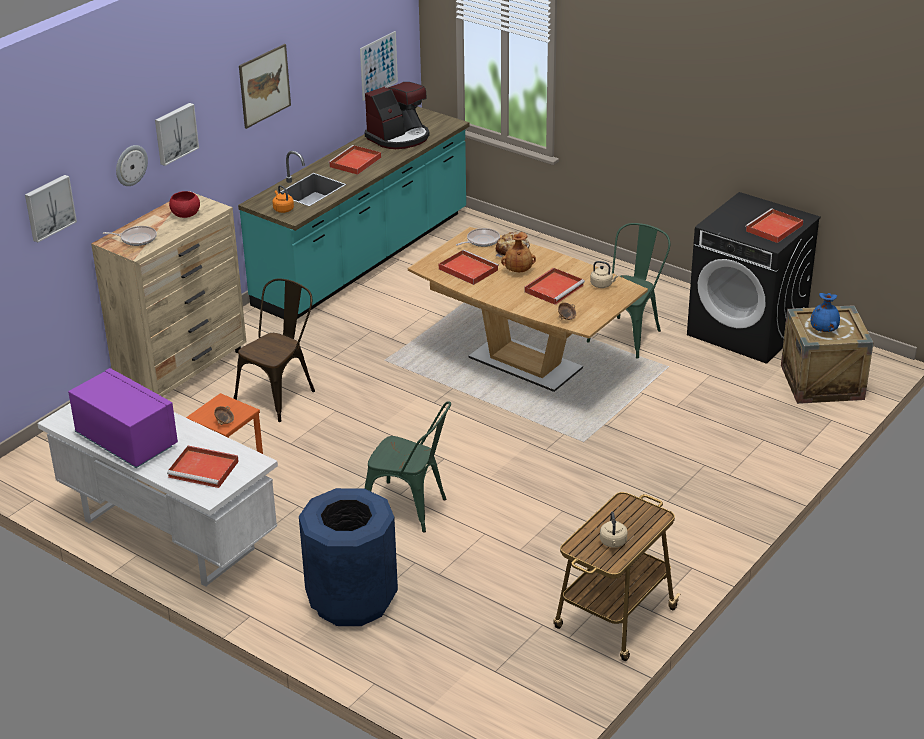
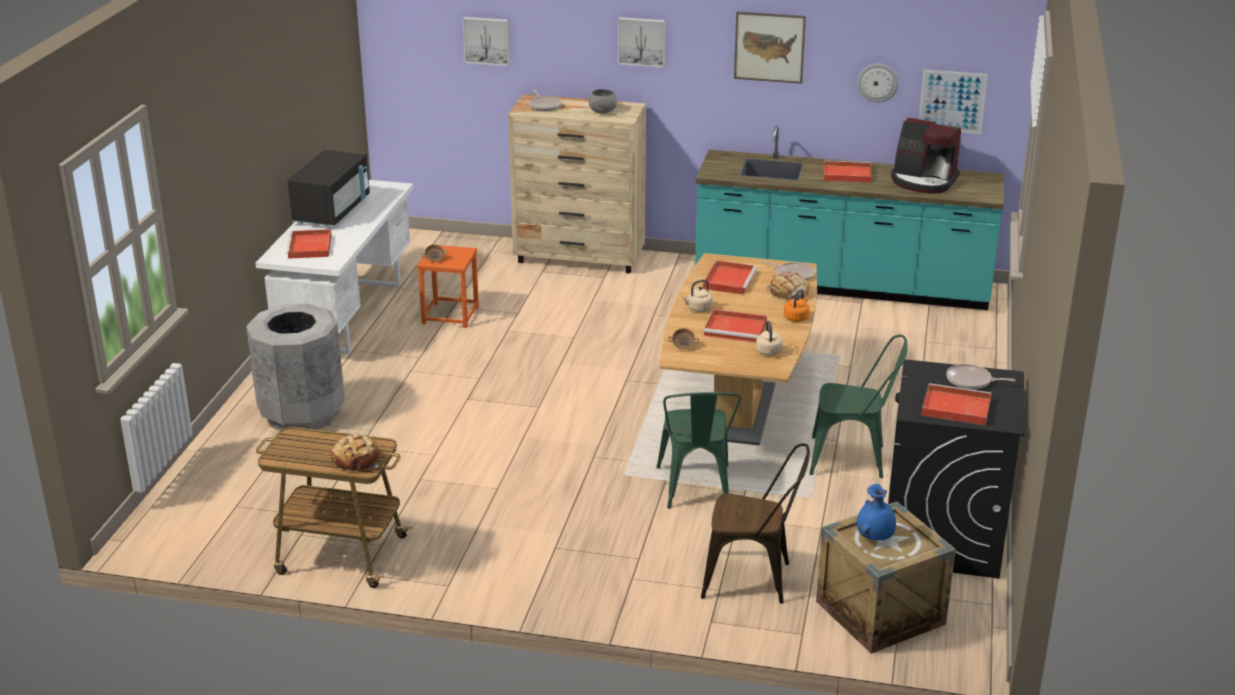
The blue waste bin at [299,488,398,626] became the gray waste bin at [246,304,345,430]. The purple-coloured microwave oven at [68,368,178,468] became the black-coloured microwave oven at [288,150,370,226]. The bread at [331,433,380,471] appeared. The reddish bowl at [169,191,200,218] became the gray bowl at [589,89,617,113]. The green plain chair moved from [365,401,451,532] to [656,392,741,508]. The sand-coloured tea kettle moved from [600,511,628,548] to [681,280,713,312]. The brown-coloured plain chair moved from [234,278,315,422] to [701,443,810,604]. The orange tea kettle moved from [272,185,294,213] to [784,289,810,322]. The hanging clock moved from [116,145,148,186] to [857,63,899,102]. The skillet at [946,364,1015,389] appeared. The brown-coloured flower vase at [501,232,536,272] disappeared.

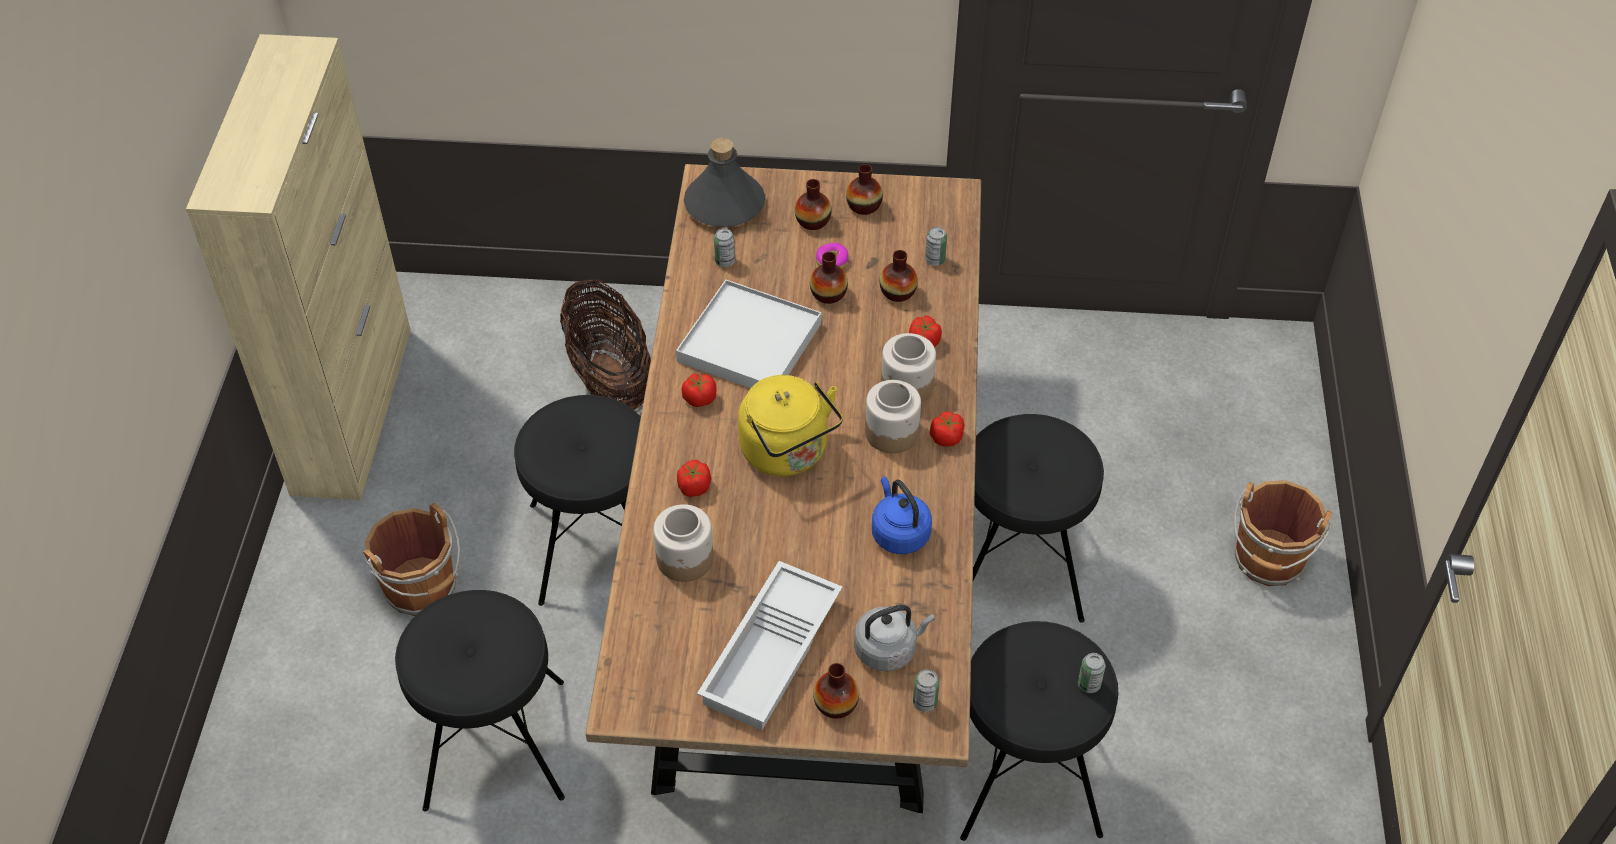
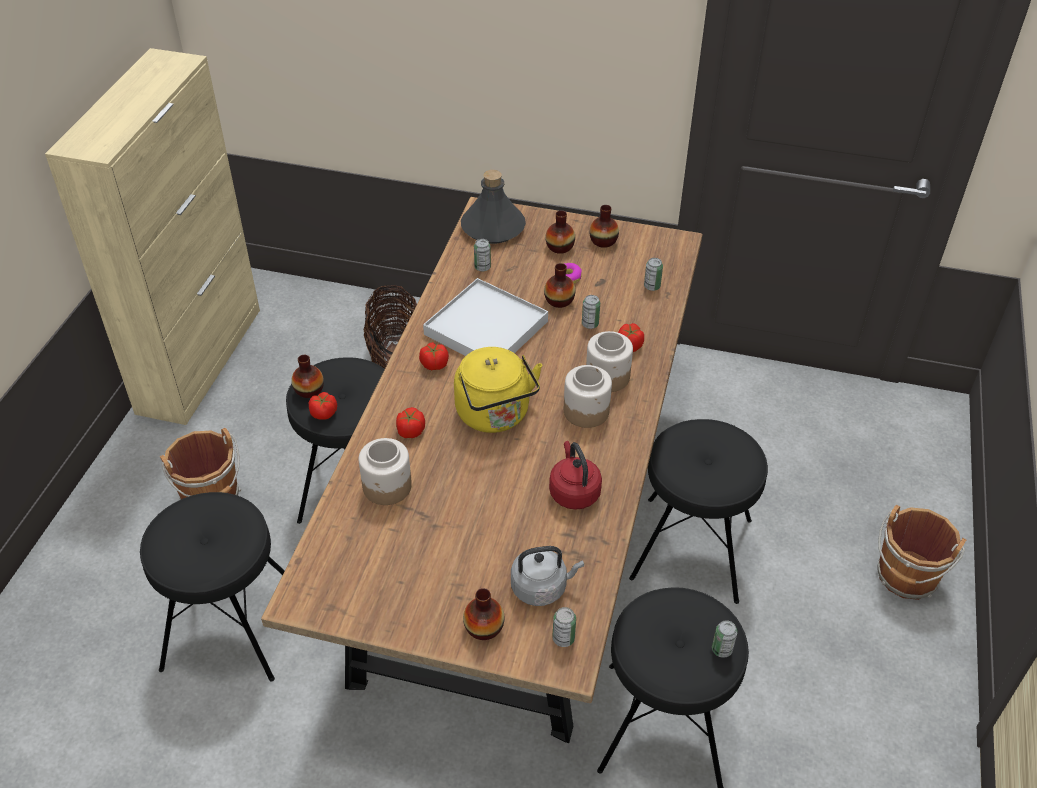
The flower vase moved from [880,250,918,302] to [291,355,324,398]. The tomato moved from [930,411,964,447] to [309,392,337,420]. The blue tea kettle at [872,476,932,554] became the reddish tea kettle at [549,441,602,510]. The can at [582,295,600,329] appeared. The white carrying tray at [697,561,843,730] disappeared.

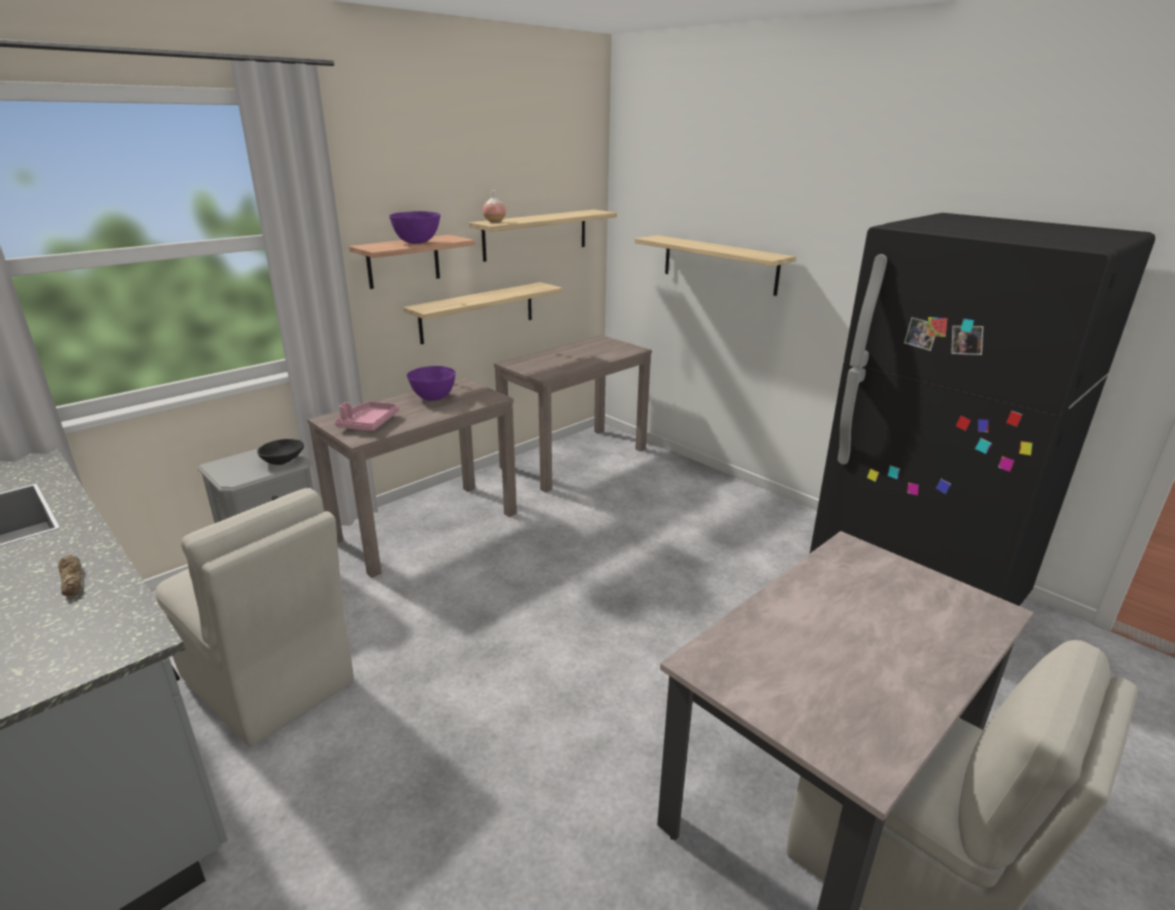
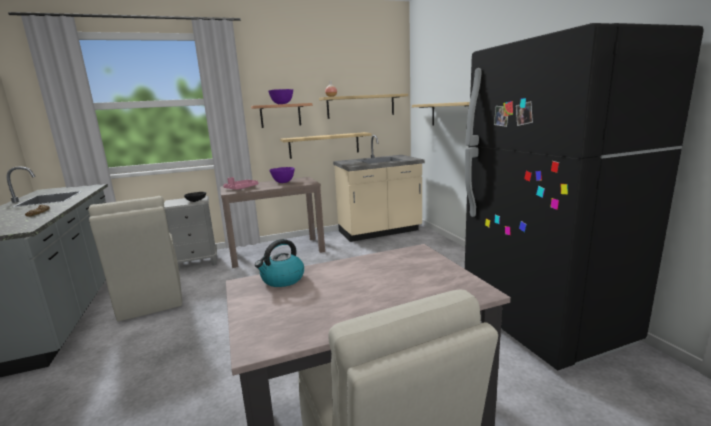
The tea kettle at [255,239,304,287] appeared. The brown-coloured console table at [494,335,652,493] was replaced by the sand-coloured kitchen counter at [333,135,425,242].

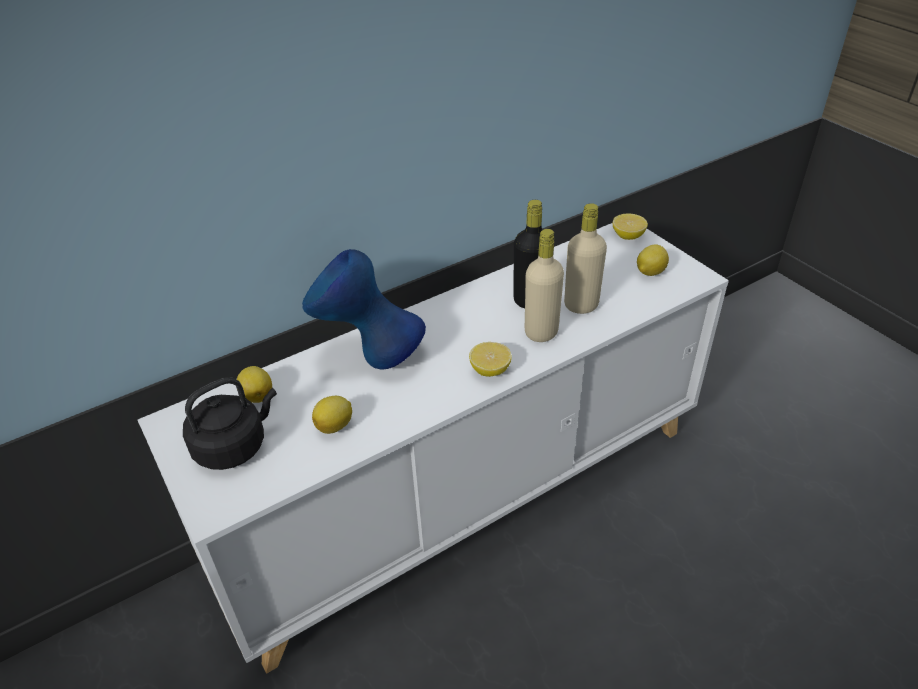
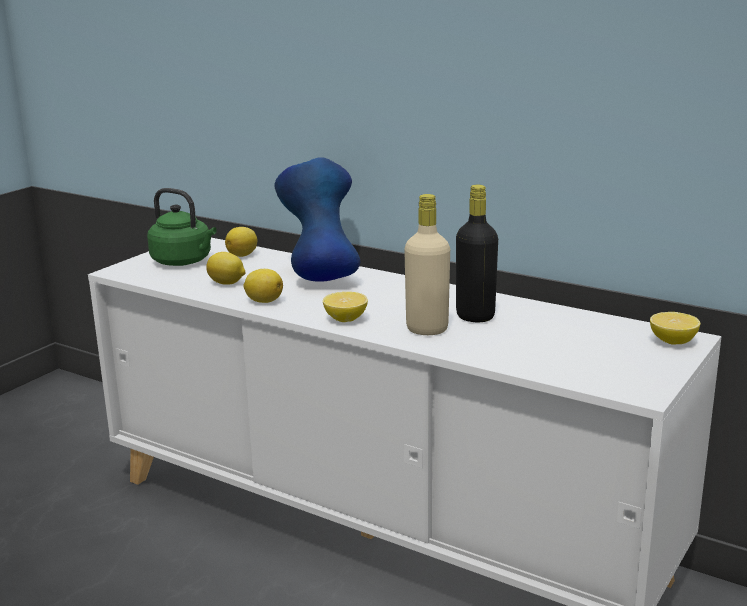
The black-coloured tea kettle at [183,377,277,470] became the green tea kettle at [147,188,216,266]. The lemon moved from [637,244,669,276] to [243,269,283,303]. The sand-coloured bottle at [564,203,607,314] disappeared.

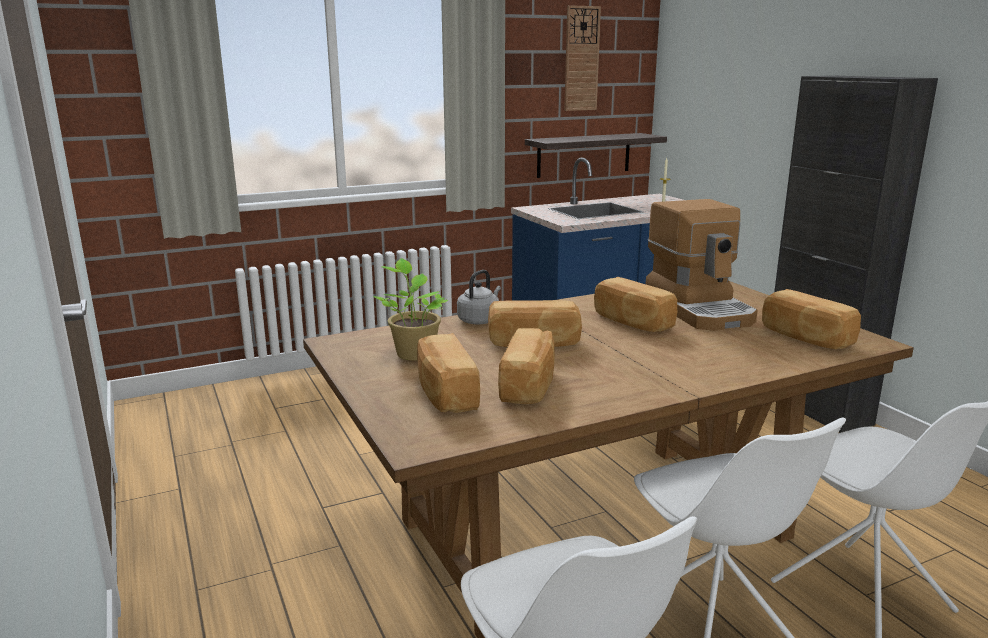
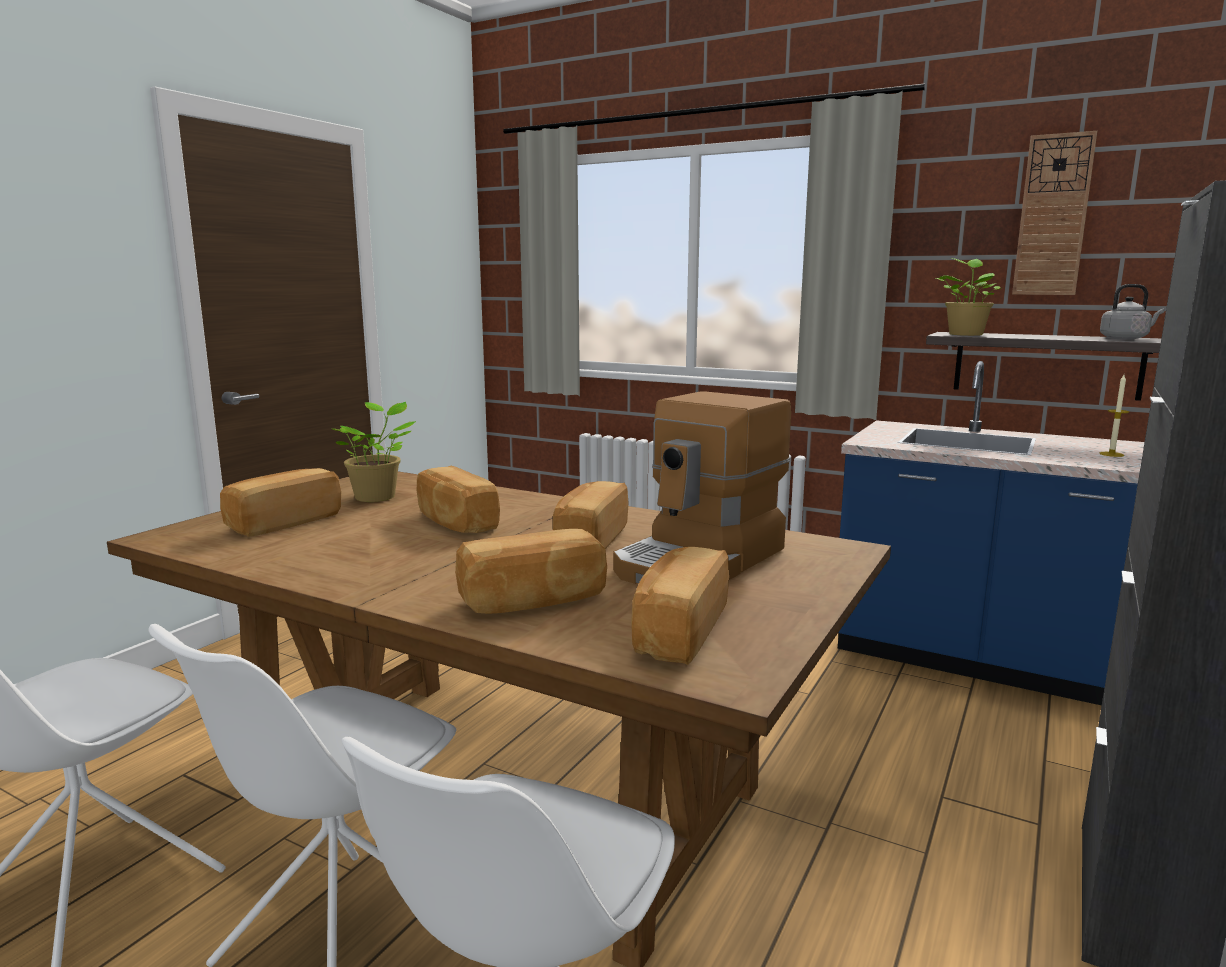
The bread moved from [498,328,555,404] to [455,529,607,614]. The houseplant at [936,258,1001,336] appeared. The gray tea kettle moved from [457,270,501,324] to [1100,284,1165,340].

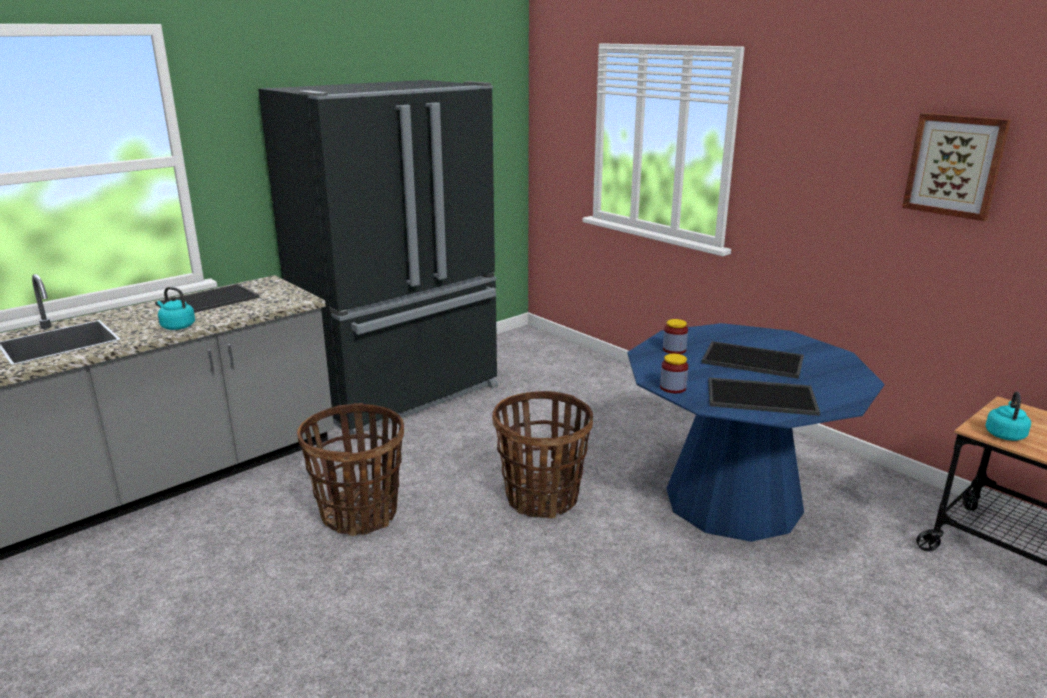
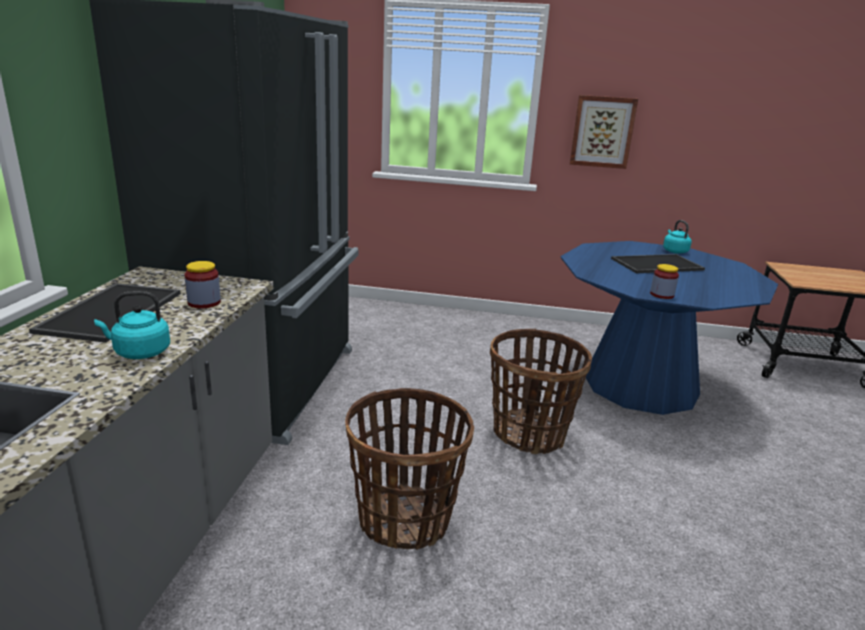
The preserve jar moved from [663,319,688,354] to [184,261,221,308]. The picture moved from [902,113,1011,221] to [570,95,638,169]. The blue-green tea kettle moved from [985,392,1031,441] to [663,220,692,254]. The carrying tray at [708,377,820,416] disappeared.

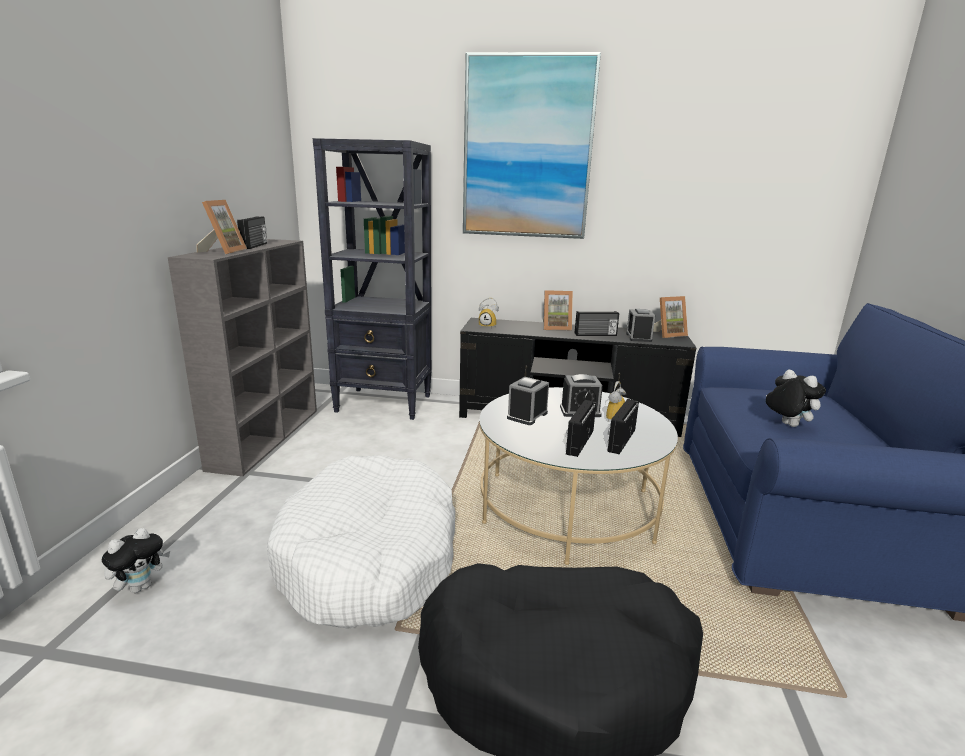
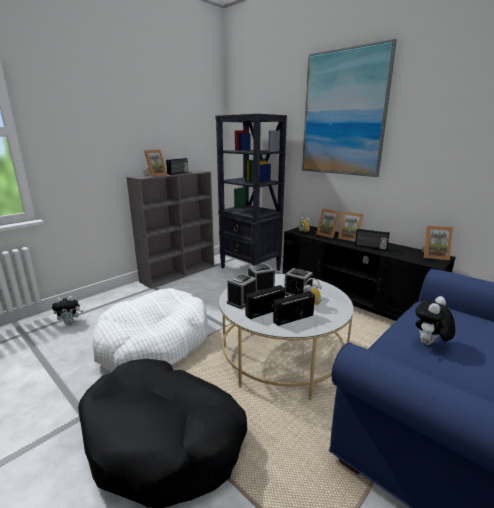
The bedside clock moved from [626,309,655,342] to [227,273,257,309]. The standing frame at [316,209,340,238] appeared. The cuddly toy at [766,369,826,427] turned 135 degrees counterclockwise.

